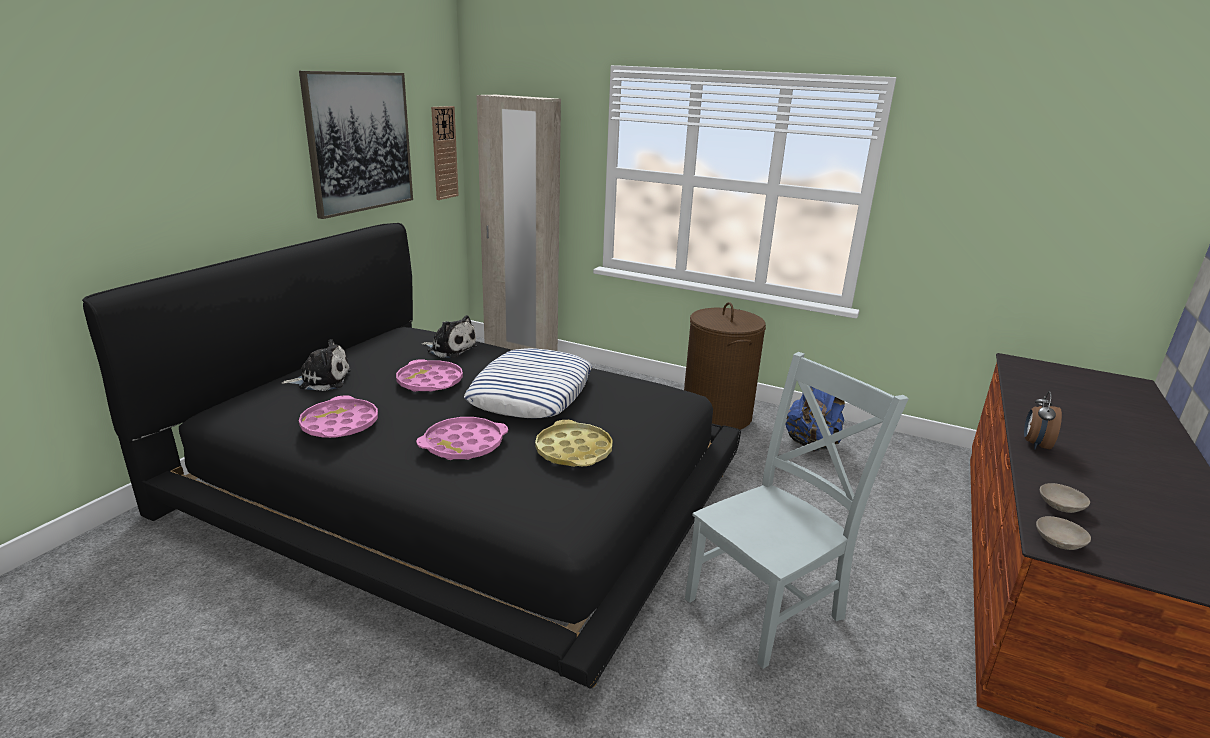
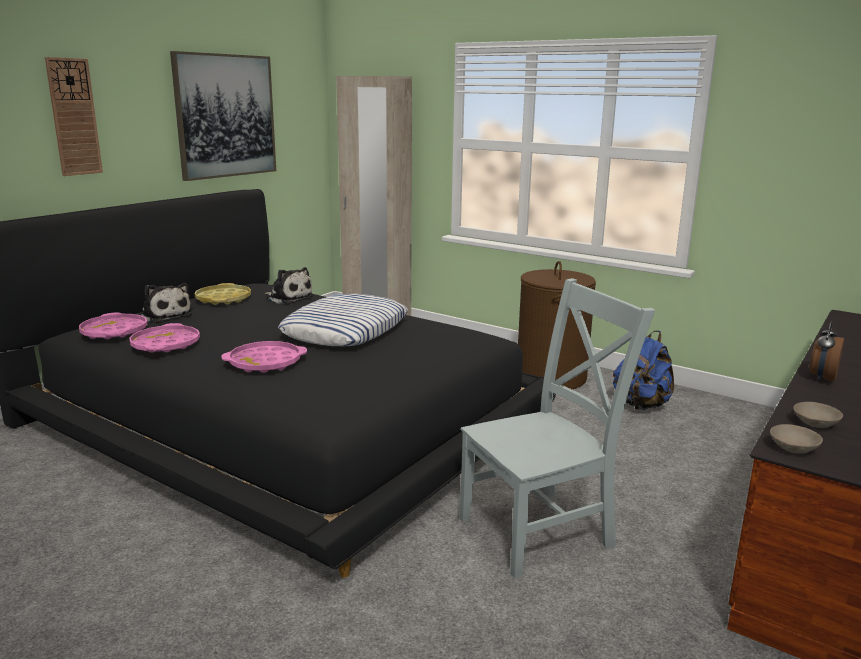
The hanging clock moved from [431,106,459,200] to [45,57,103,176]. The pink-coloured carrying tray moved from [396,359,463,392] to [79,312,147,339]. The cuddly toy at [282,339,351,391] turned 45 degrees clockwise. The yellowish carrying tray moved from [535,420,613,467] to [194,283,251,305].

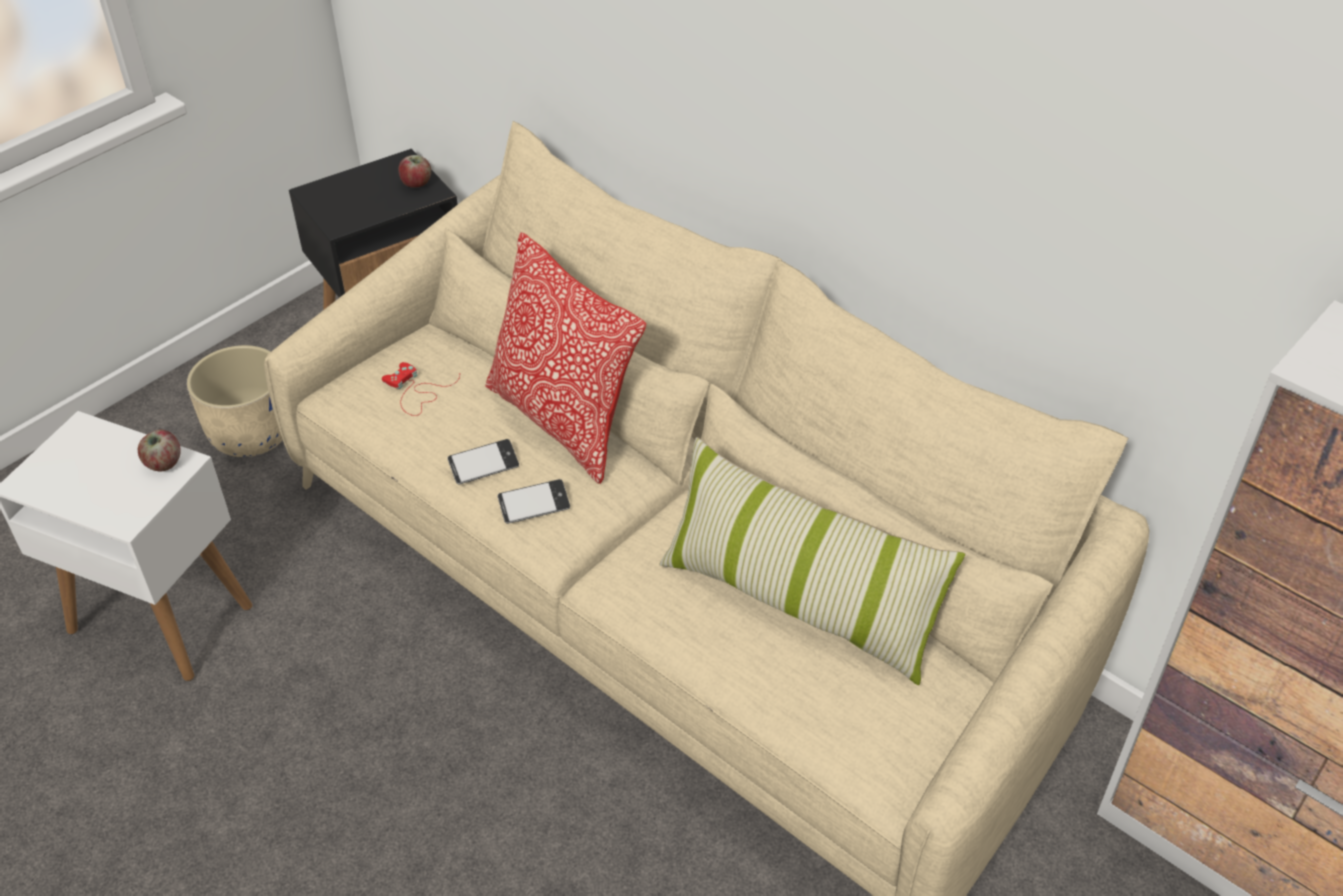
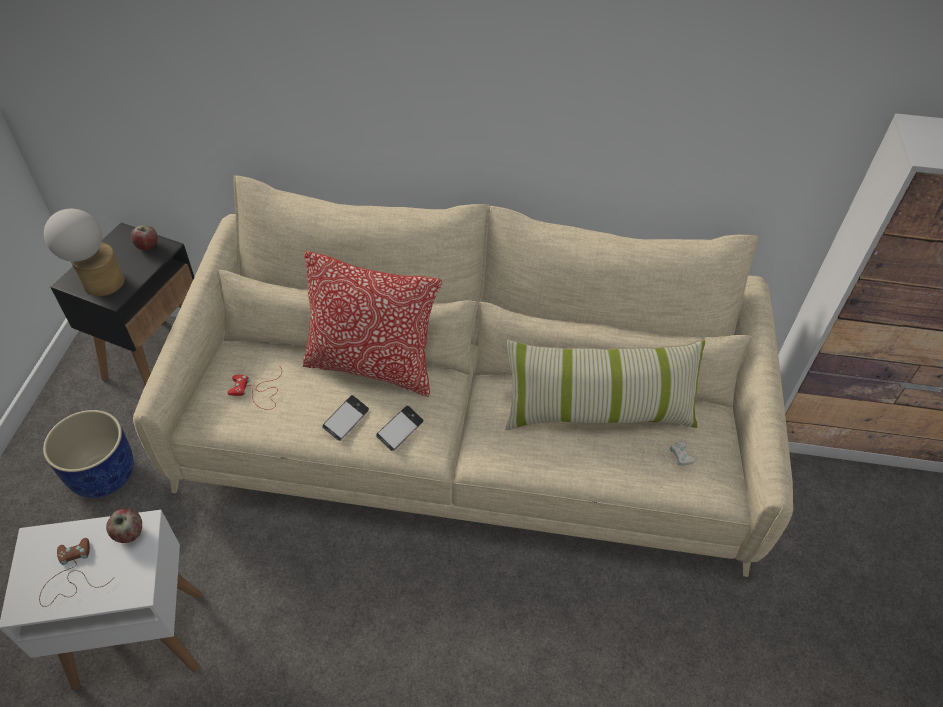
The brown-coloured gamepad at [39,538,114,607] appeared. The sand-coloured plant pot at [187,345,283,457] became the blue plant pot at [43,410,134,498]. The table lamp at [44,209,124,296] appeared. The white gamepad at [632,438,696,487] appeared.

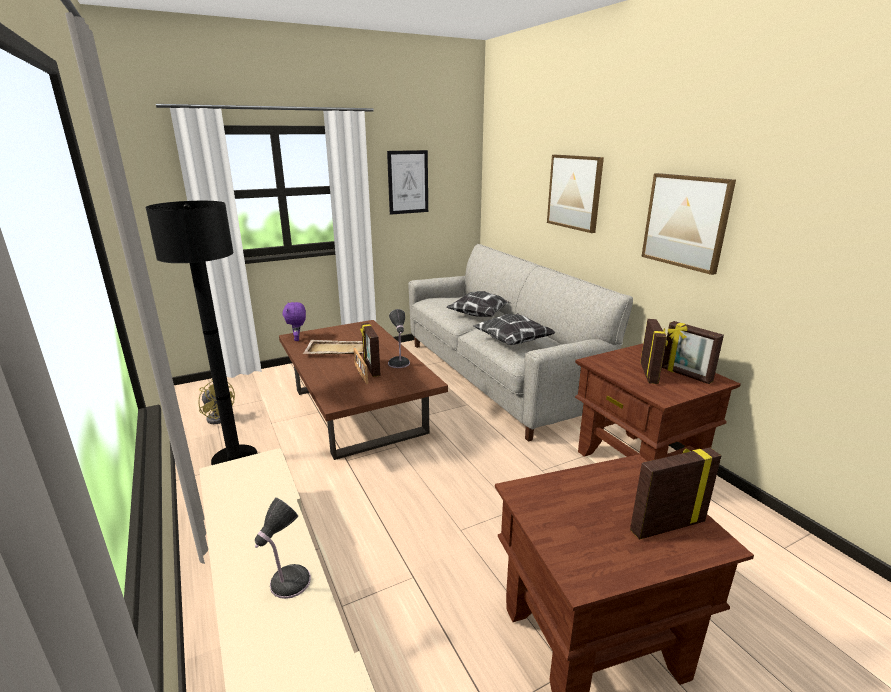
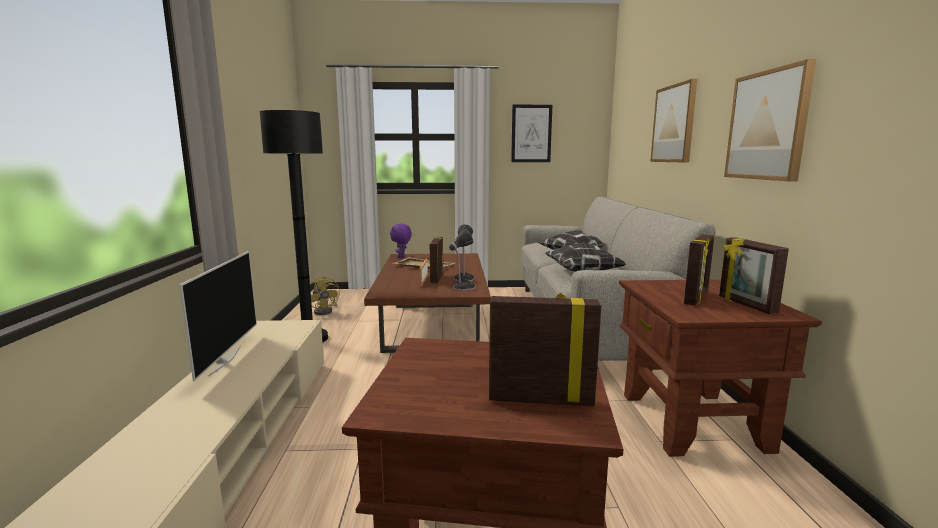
The TV at [179,251,257,381] appeared. The table lamp moved from [255,498,311,599] to [449,229,476,290].

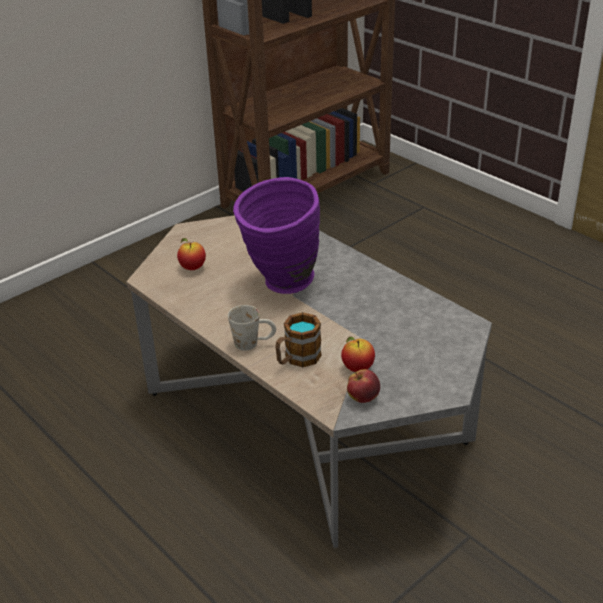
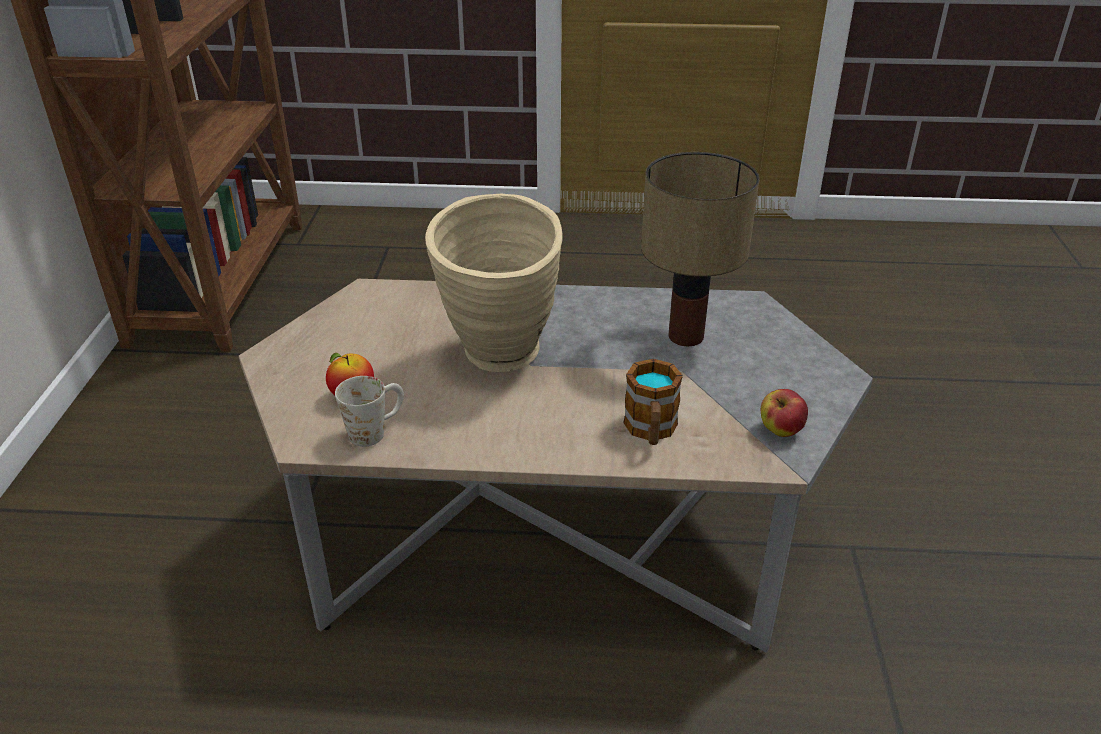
The white coffee mug moved from [228,305,276,351] to [335,376,404,447]. The purple-coloured flower vase at [233,177,320,294] became the sand-coloured flower vase at [425,193,563,372]. The table lamp at [641,152,760,346] appeared. The apple at [341,337,375,372] disappeared.

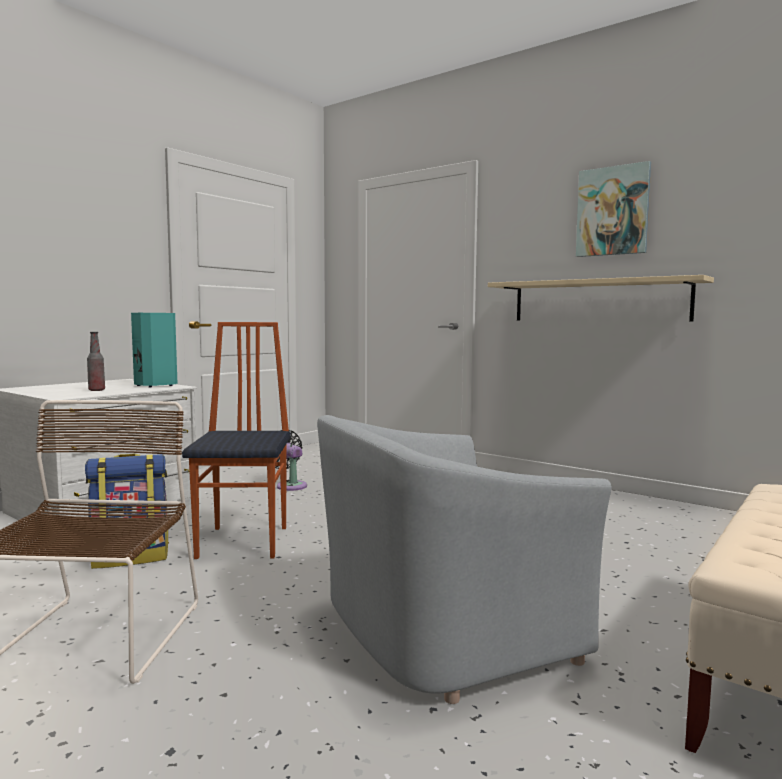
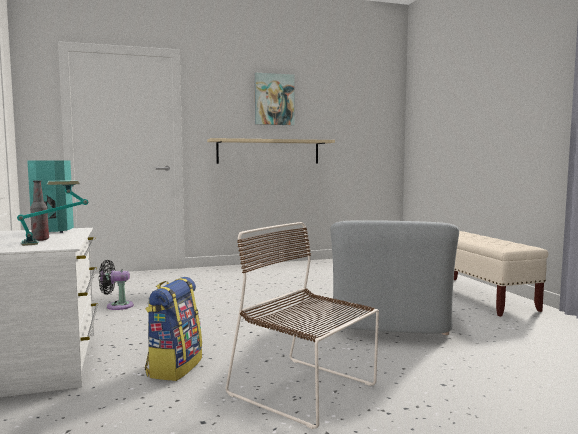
The table lamp at [17,180,88,246] appeared. The plain chair at [182,322,291,559] disappeared.

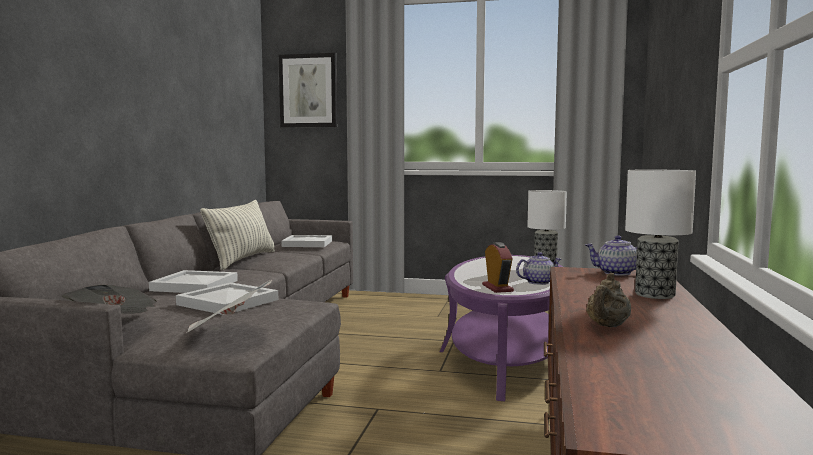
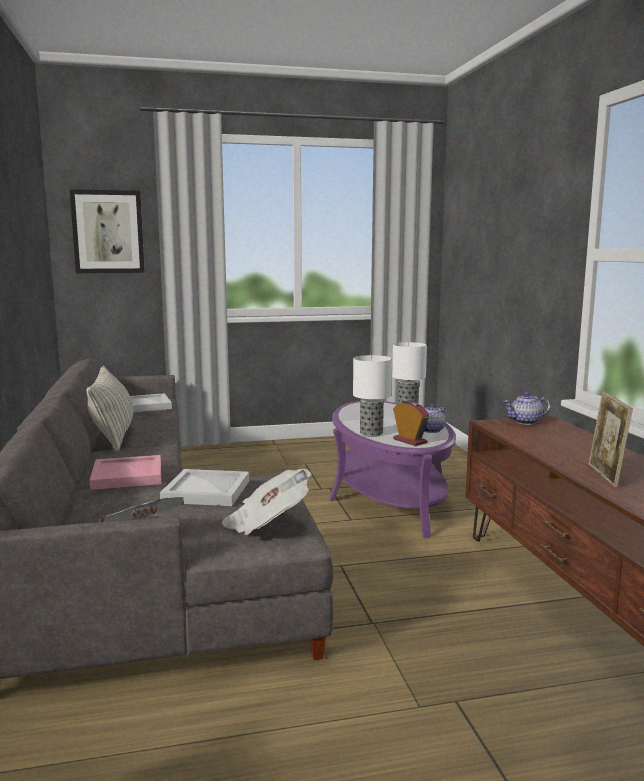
The white carrying tray at [149,270,238,293] became the pink-coloured carrying tray at [90,455,161,490]. The table lamp moved from [625,170,696,299] to [353,355,392,437]. The sand-coloured pot for tea at [586,273,631,327] was replaced by the standing frame at [589,391,633,487].

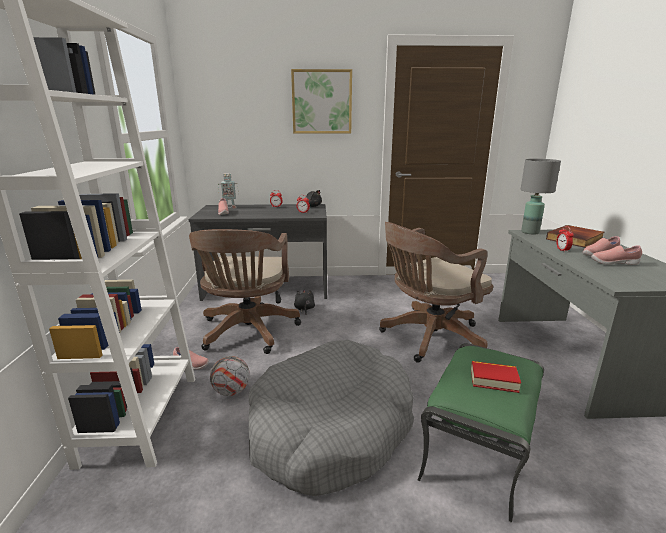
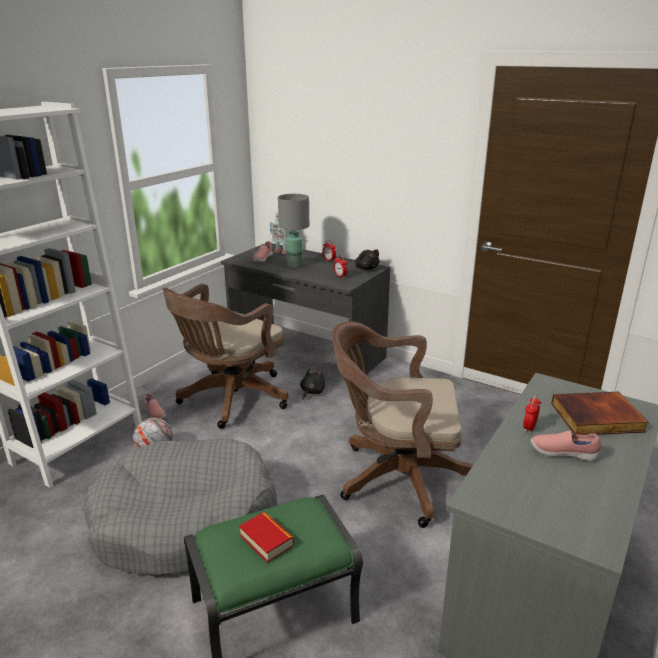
The gray table lamp moved from [521,159,561,234] to [278,194,309,268]. The picture at [291,69,352,133] disappeared. The pink-coloured item of footwear at [591,245,642,265] disappeared.

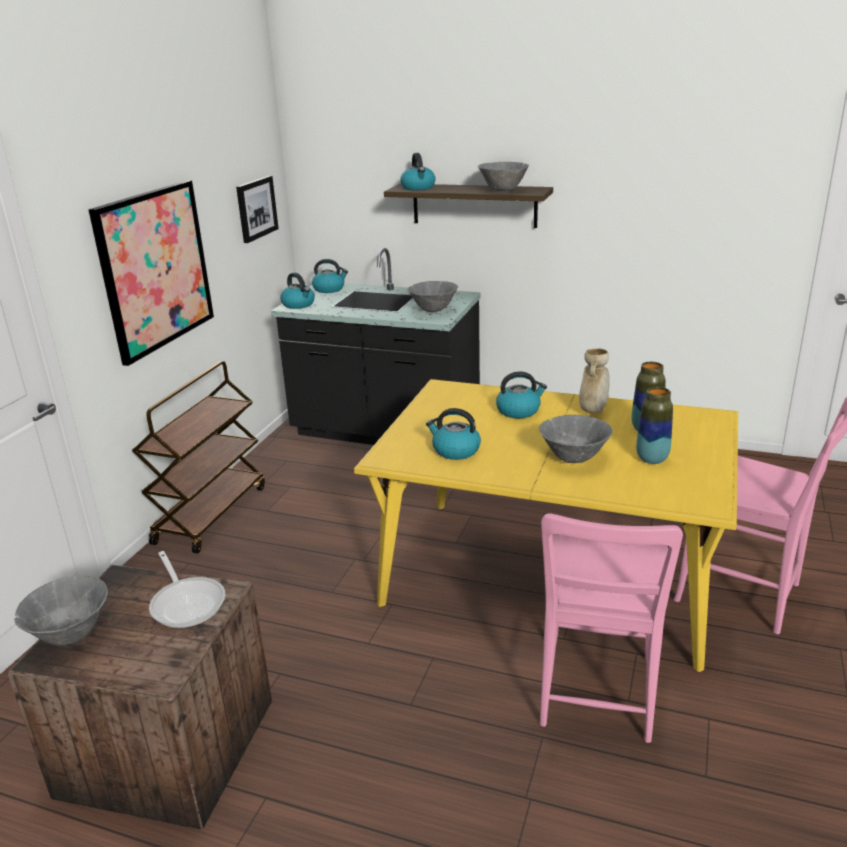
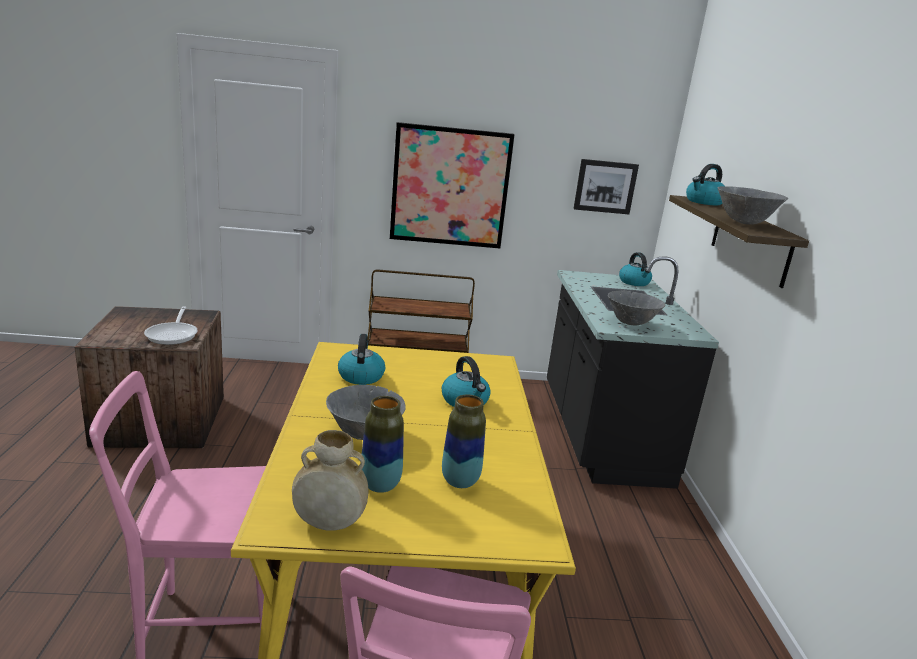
The skillet at [149,551,225,628] turned 45 degrees counterclockwise. The sand-coloured flower vase moved from [579,348,610,414] to [292,430,369,531]. The gray bowl at [14,575,108,645] disappeared. The tea kettle at [280,273,315,309] disappeared.

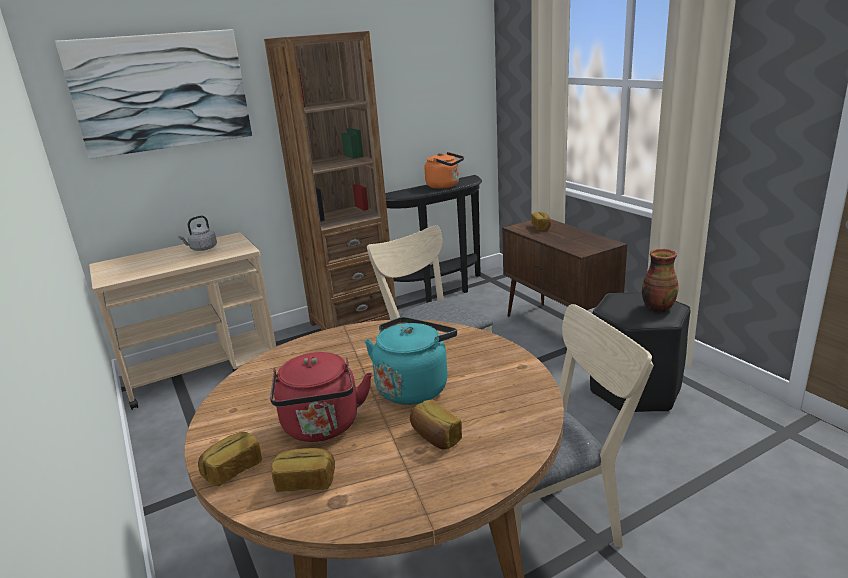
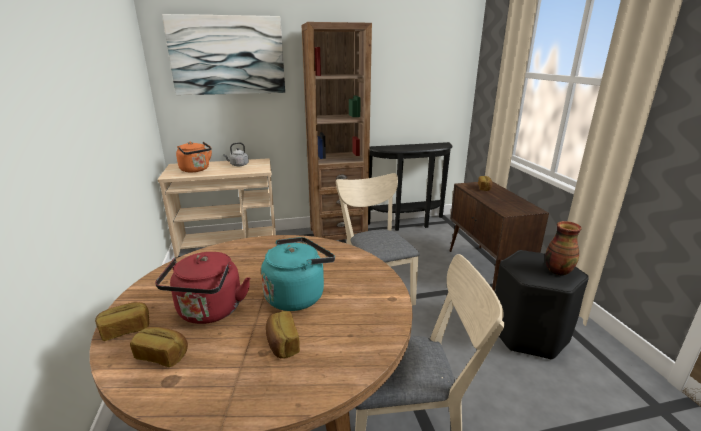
The orange tea kettle moved from [424,152,464,189] to [176,142,212,172].

